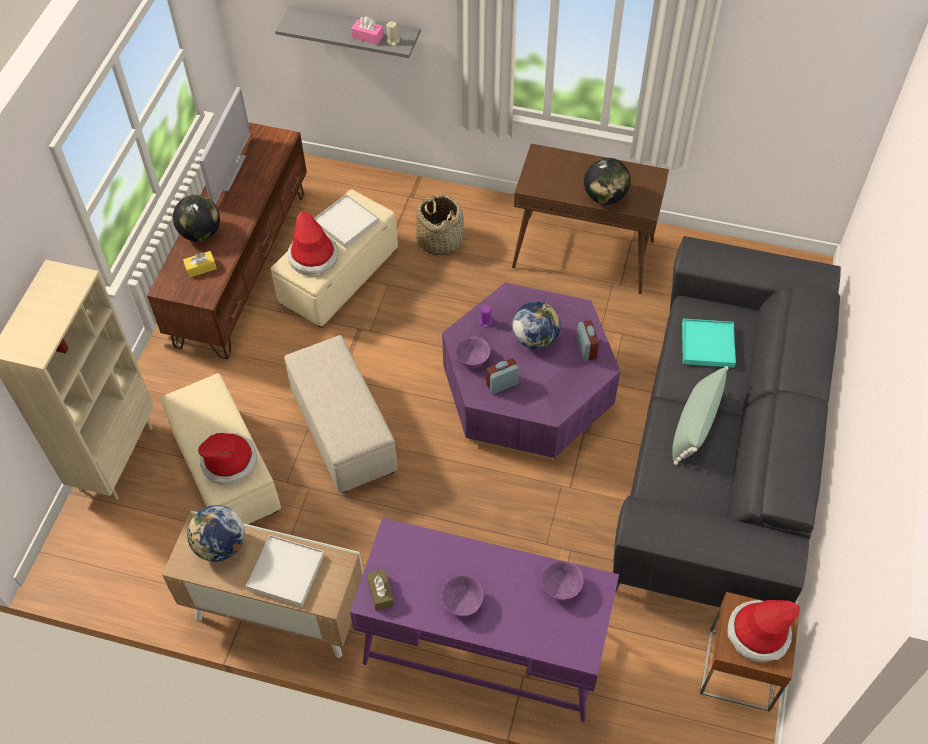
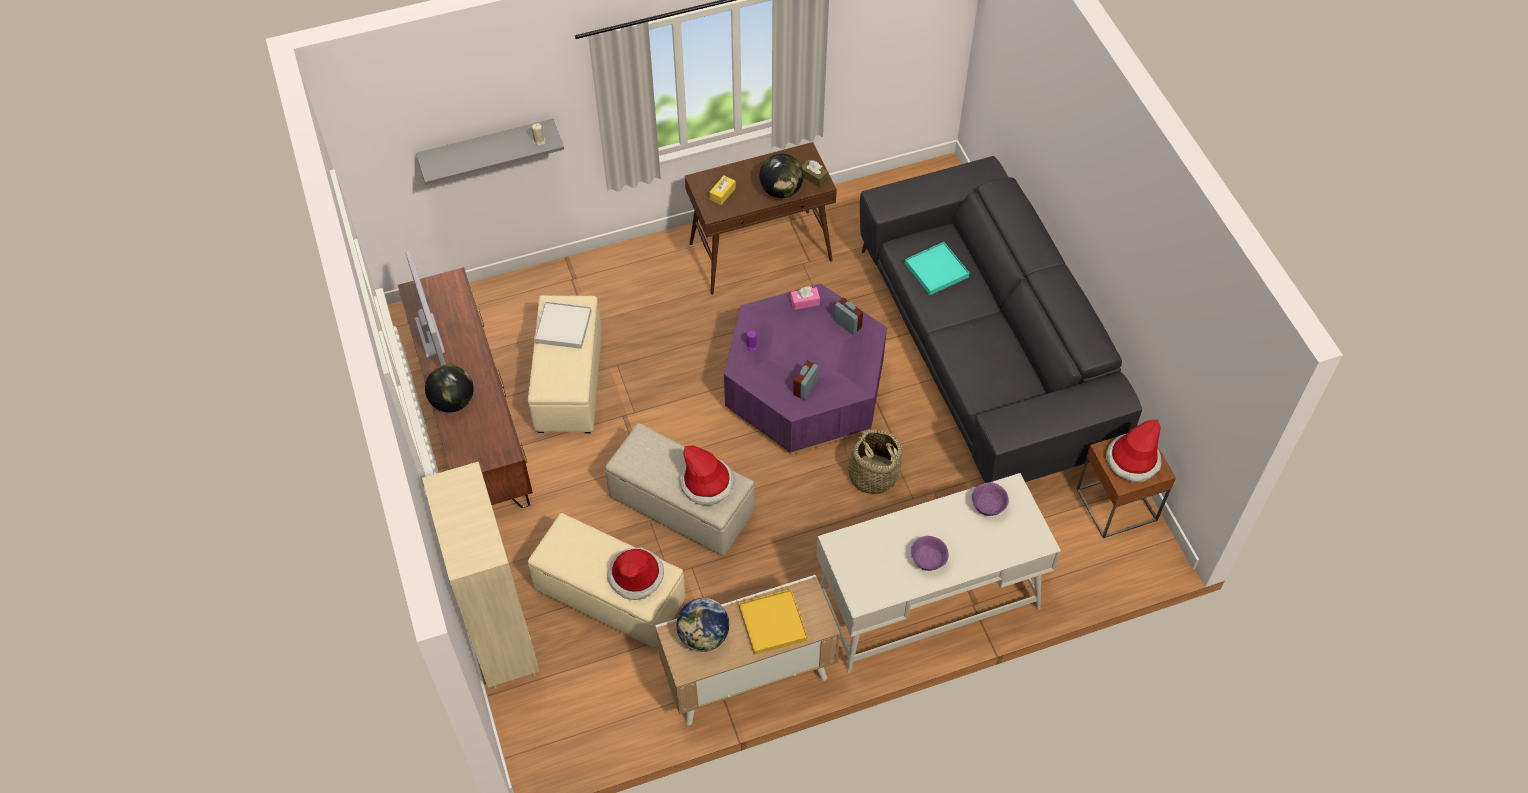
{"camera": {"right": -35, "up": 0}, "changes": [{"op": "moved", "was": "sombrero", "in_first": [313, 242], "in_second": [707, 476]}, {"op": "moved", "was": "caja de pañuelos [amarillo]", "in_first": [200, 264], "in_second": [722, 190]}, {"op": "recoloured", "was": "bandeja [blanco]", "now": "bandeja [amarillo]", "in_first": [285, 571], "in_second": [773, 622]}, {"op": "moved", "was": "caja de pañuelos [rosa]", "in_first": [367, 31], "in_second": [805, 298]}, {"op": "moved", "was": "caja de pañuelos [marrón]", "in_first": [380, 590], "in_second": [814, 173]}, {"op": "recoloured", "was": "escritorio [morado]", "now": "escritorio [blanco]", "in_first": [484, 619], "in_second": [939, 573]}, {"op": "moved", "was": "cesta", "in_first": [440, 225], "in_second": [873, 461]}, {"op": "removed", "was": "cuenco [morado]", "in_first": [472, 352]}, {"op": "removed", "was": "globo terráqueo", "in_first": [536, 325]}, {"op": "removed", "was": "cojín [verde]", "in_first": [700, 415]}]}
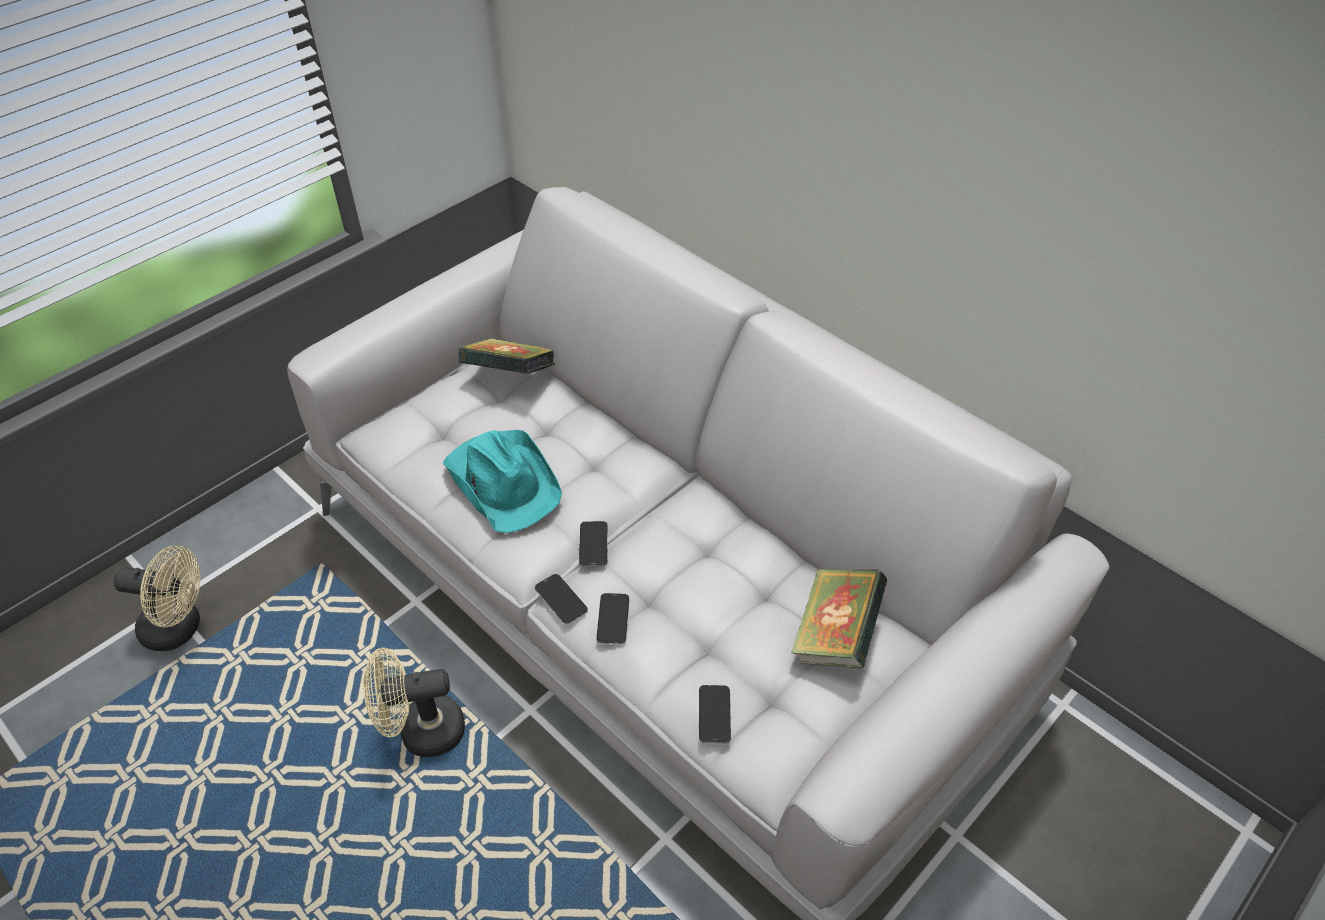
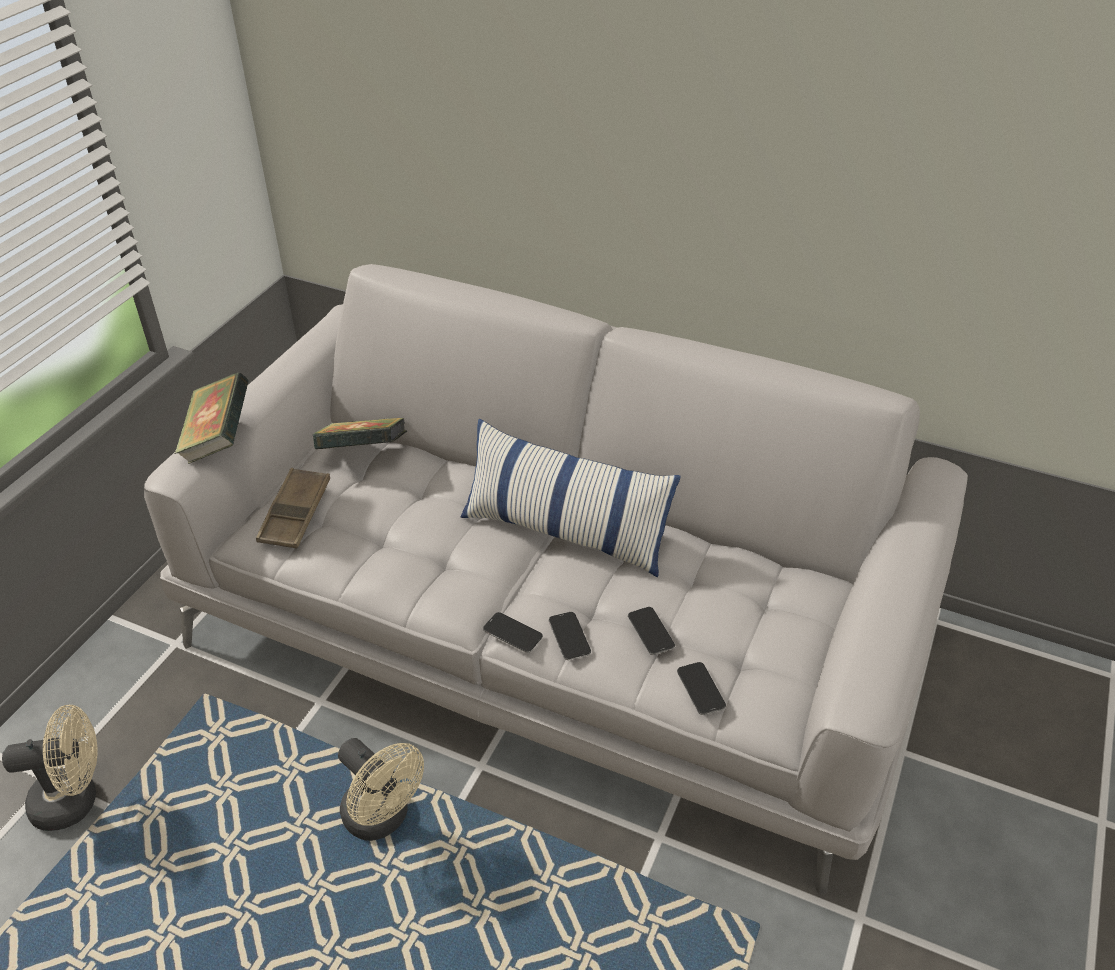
{"camera": {"right": -20, "up": -5}, "changes": [{"op": "moved", "was": "libro", "in_first": [839, 618], "in_second": [211, 418]}, {"op": "added", "now": "bandeja [marrón]", "in_second": [293, 508]}, {"op": "turned", "was": "ventilador [beis]", "in_first": [414, 702], "in_second": [381, 789], "clockwise": -105}, {"op": "added", "now": "cojín", "in_second": [571, 498]}, {"op": "moved", "was": "móvil", "in_first": [593, 544], "in_second": [651, 631]}, {"op": "removed", "was": "sombrero [turquesa]", "in_first": [502, 481]}]}
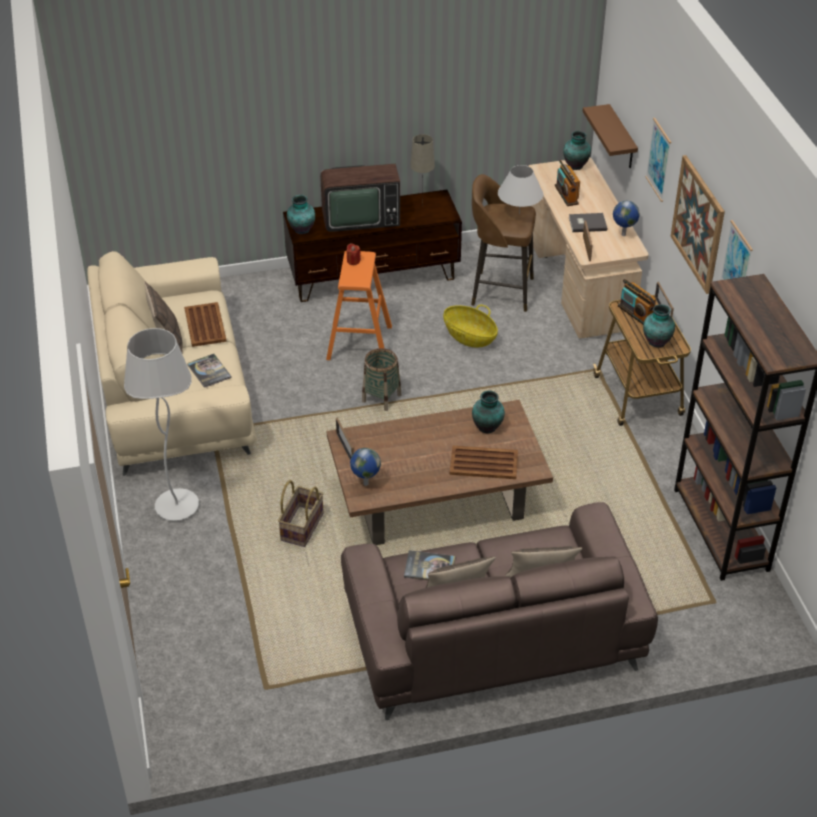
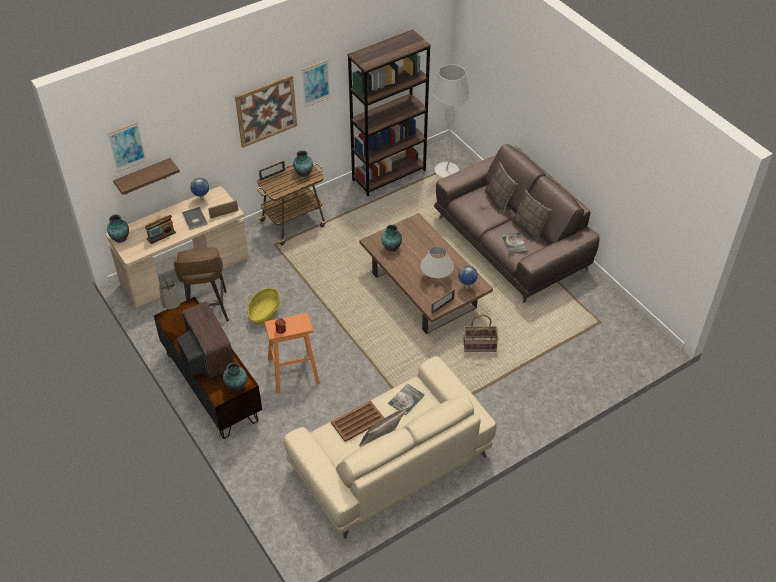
{"camera": {"right": -110, "up": 5}, "changes": [{"op": "moved", "was": "cuadro", "in_first": [658, 160], "in_second": [127, 147]}, {"op": "moved", "was": "lámpara de mesa [blanco]", "in_first": [520, 189], "in_second": [437, 262]}, {"op": "moved", "was": "lámpara de pie [blanco]", "in_first": [161, 424], "in_second": [451, 121]}, {"op": "removed", "was": "cesta", "in_first": [381, 379]}, {"op": "removed", "was": "bandeja [marrón]", "in_first": [484, 462]}, {"op": "removed", "was": "radio", "in_first": [637, 301]}]}
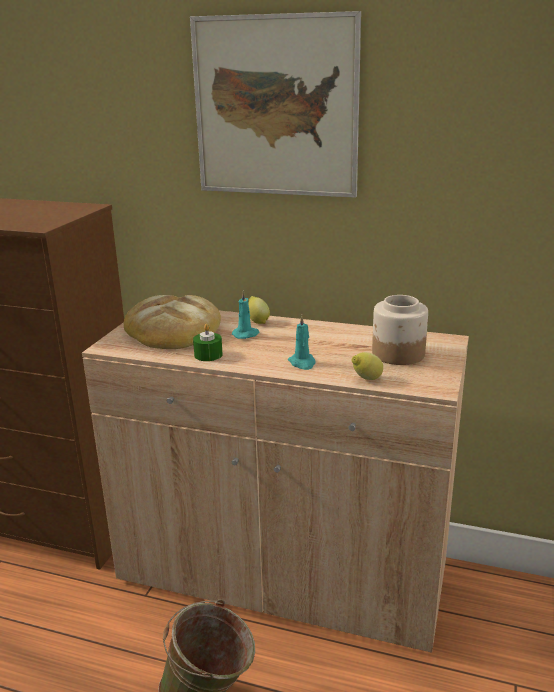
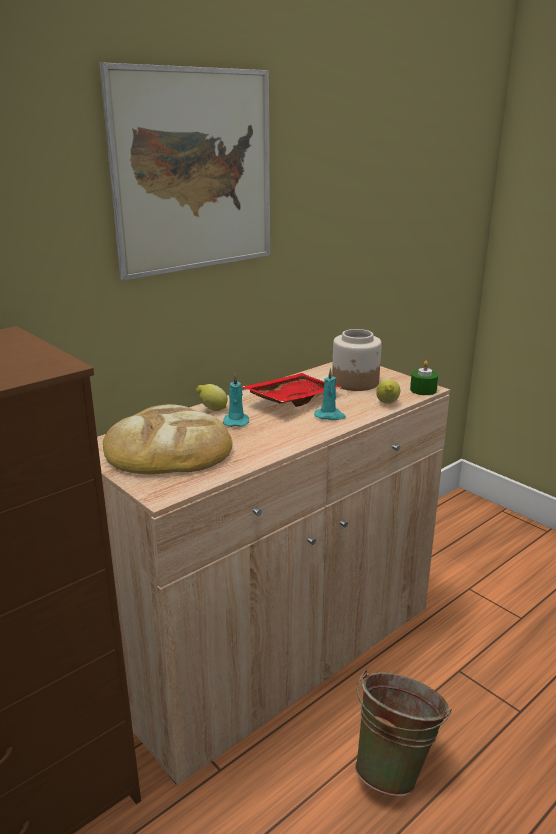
{"camera": {"right": -60, "up": 0}, "changes": [{"op": "added", "now": "bandeja [rojo]", "in_second": [291, 390]}, {"op": "moved", "was": "vela [verde]", "in_first": [208, 342], "in_second": [424, 378]}]}
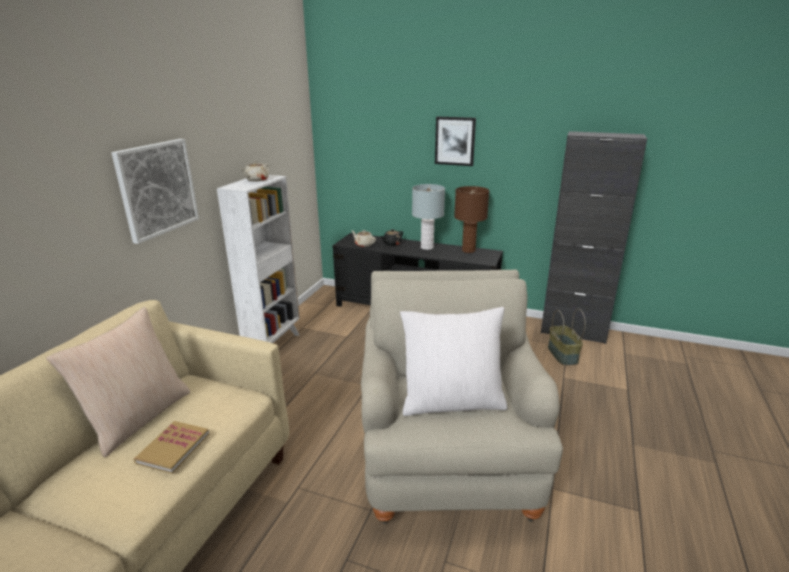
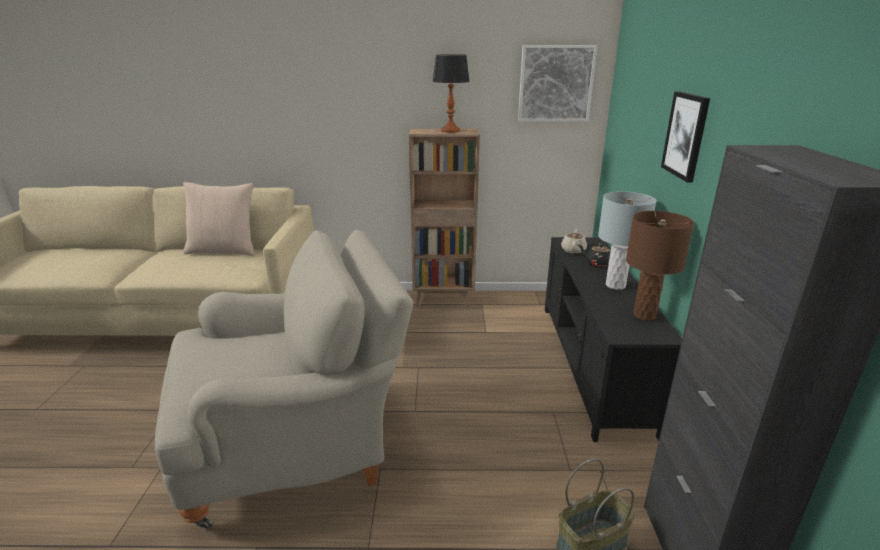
{"camera": {"right": 70, "up": 0}, "changes": [{"op": "recoloured", "was": "estantería [blanco]", "now": "estantería [marrón]", "in_first": [258, 259], "in_second": [444, 218]}, {"op": "replaced", "was": "tetera [beis]", "now": "lámpara de mesa", "in_first": [255, 171], "in_second": [451, 93]}, {"op": "moved", "was": "cuadro", "in_first": [155, 191], "in_second": [557, 83]}, {"op": "removed", "was": "libro", "in_first": [171, 447]}, {"op": "removed", "was": "cojín [blanco]", "in_first": [454, 361]}]}
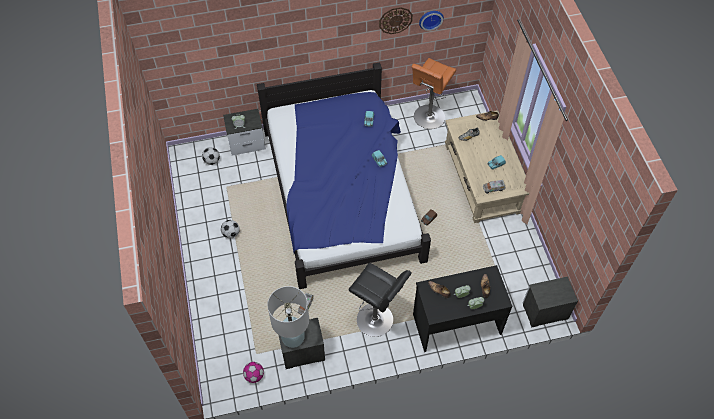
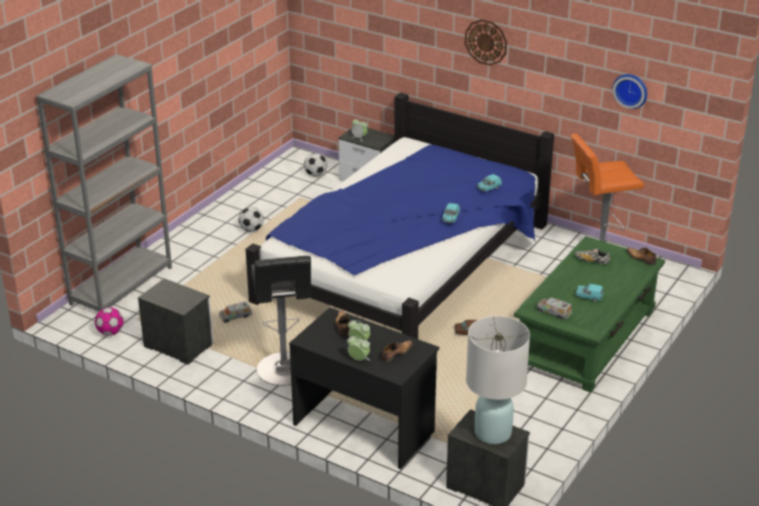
{"camera": {"right": 45, "up": -25}, "changes": [{"op": "added", "now": "estantería [gris]", "in_second": [104, 183]}, {"op": "moved", "was": "reloj de pared", "in_first": [396, 20], "in_second": [486, 42]}, {"op": "moved", "was": "lámpara de mesa [blanco]", "in_first": [288, 317], "in_second": [498, 380]}, {"op": "recoloured", "was": "mesa de centro [beis]", "now": "mesa de centro [verde]", "in_first": [487, 166], "in_second": [589, 314]}]}
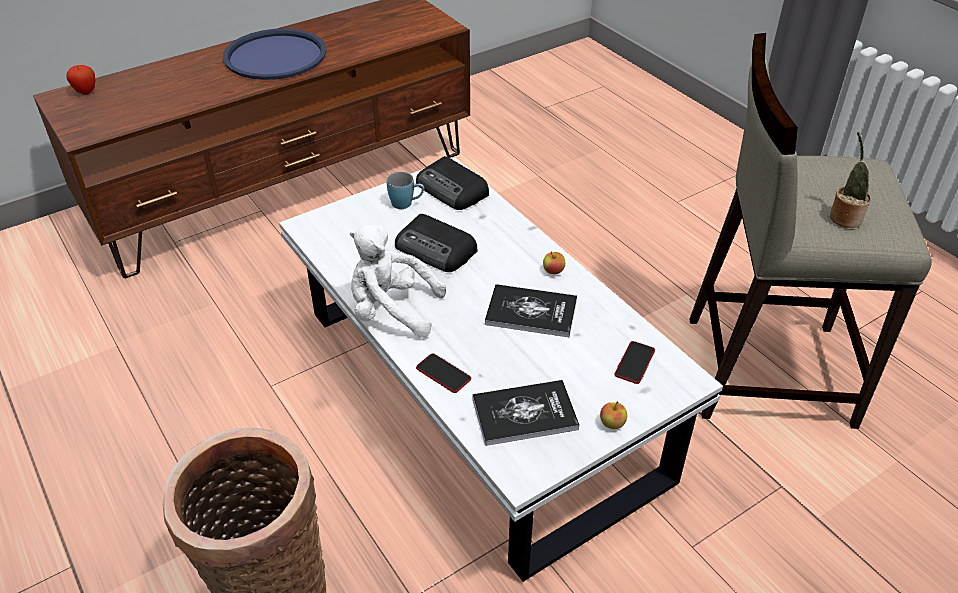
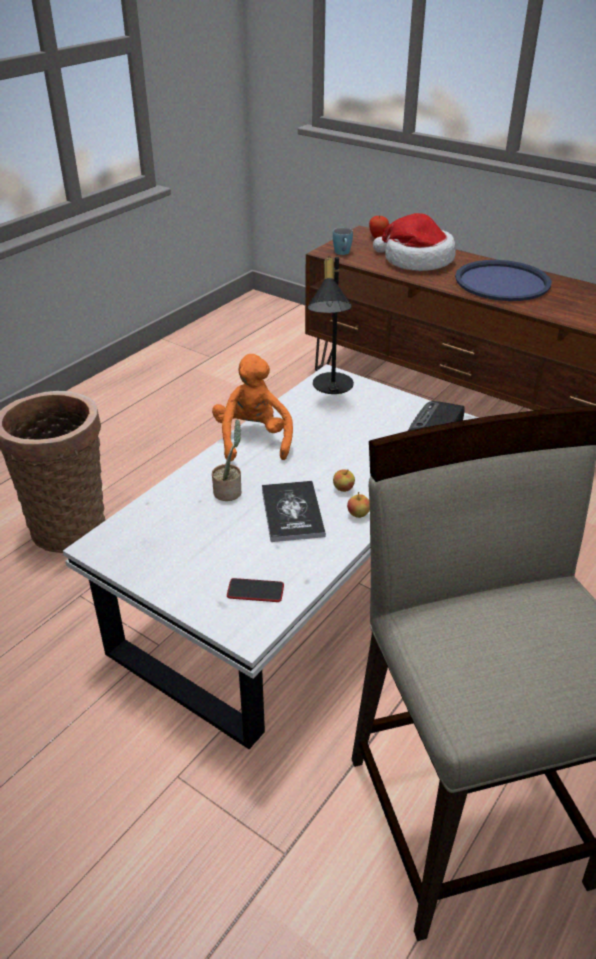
{"camera": {"right": 70, "up": -5}, "changes": [{"op": "recoloured", "was": "peluche [blanco]", "now": "peluche [naranja]", "in_first": [398, 281], "in_second": [252, 407]}, {"op": "moved", "was": "planta en maceta", "in_first": [850, 180], "in_second": [226, 460]}, {"op": "added", "now": "lámpara de mesa [negro]", "in_second": [330, 325]}, {"op": "moved", "was": "taza grande [azul]", "in_first": [405, 190], "in_second": [343, 241]}, {"op": "moved", "was": "manzana", "in_first": [613, 415], "in_second": [344, 480]}, {"op": "added", "now": "sombrero", "in_second": [414, 242]}, {"op": "removed", "was": "radio", "in_first": [436, 243]}, {"op": "removed", "was": "móvil", "in_first": [443, 373]}, {"op": "removed", "was": "libro", "in_first": [526, 413]}]}
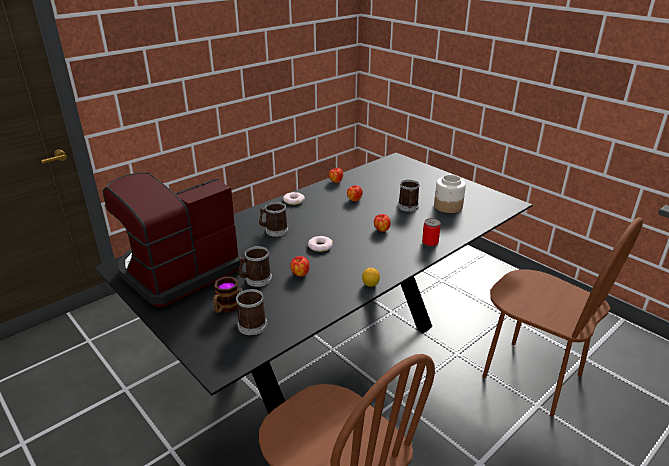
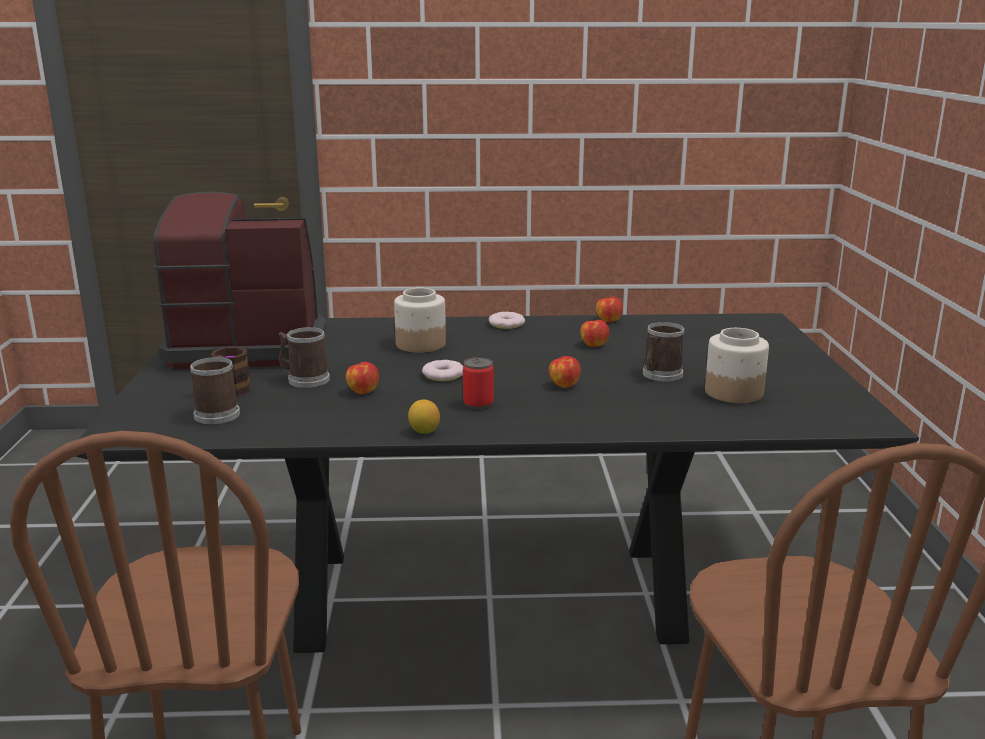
{"camera": {"right": 40, "up": -10}, "changes": [{"op": "replaced", "was": "taza grande", "now": "tarro", "in_first": [273, 219], "in_second": [420, 320]}, {"op": "moved", "was": "lata", "in_first": [431, 232], "in_second": [478, 383]}]}
